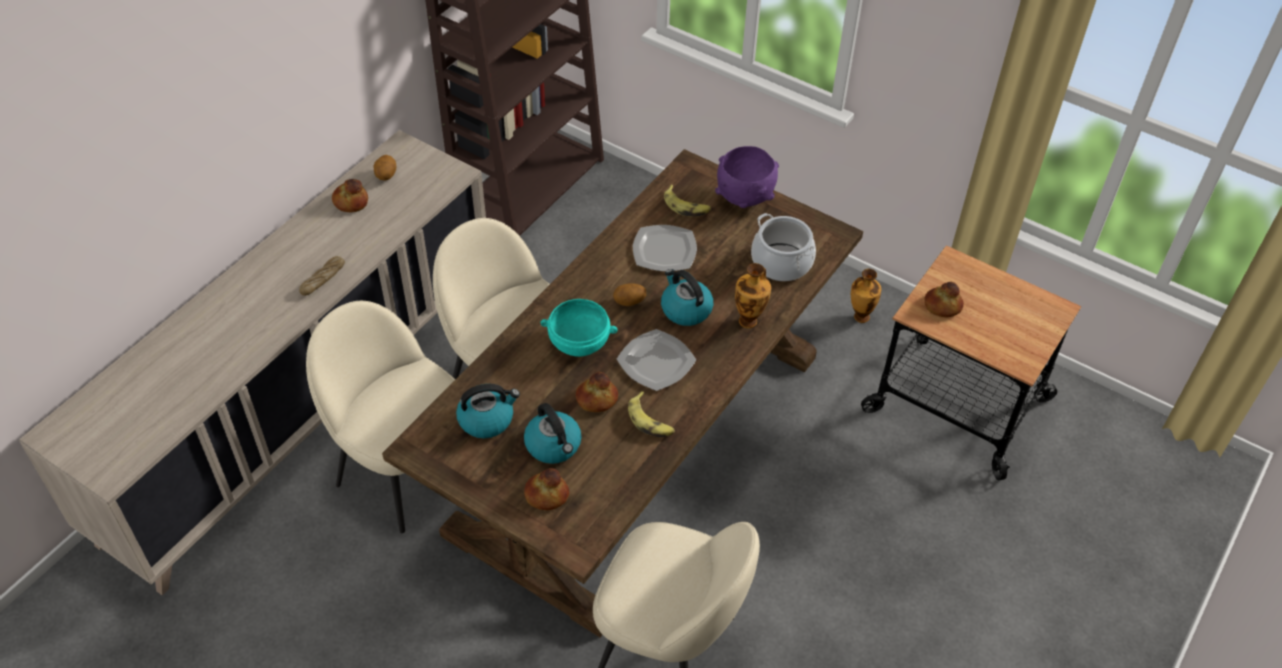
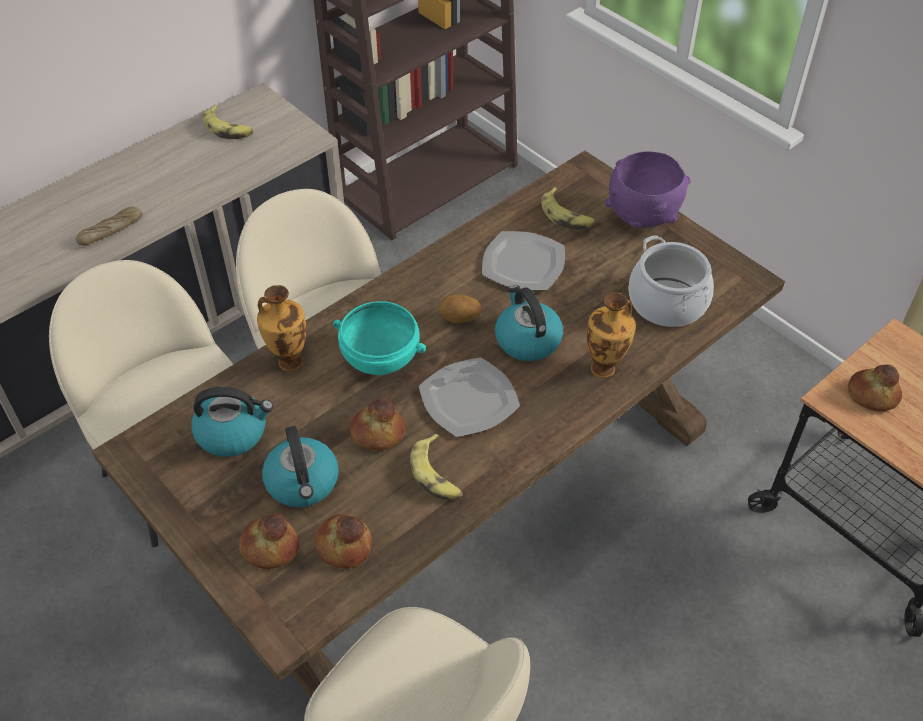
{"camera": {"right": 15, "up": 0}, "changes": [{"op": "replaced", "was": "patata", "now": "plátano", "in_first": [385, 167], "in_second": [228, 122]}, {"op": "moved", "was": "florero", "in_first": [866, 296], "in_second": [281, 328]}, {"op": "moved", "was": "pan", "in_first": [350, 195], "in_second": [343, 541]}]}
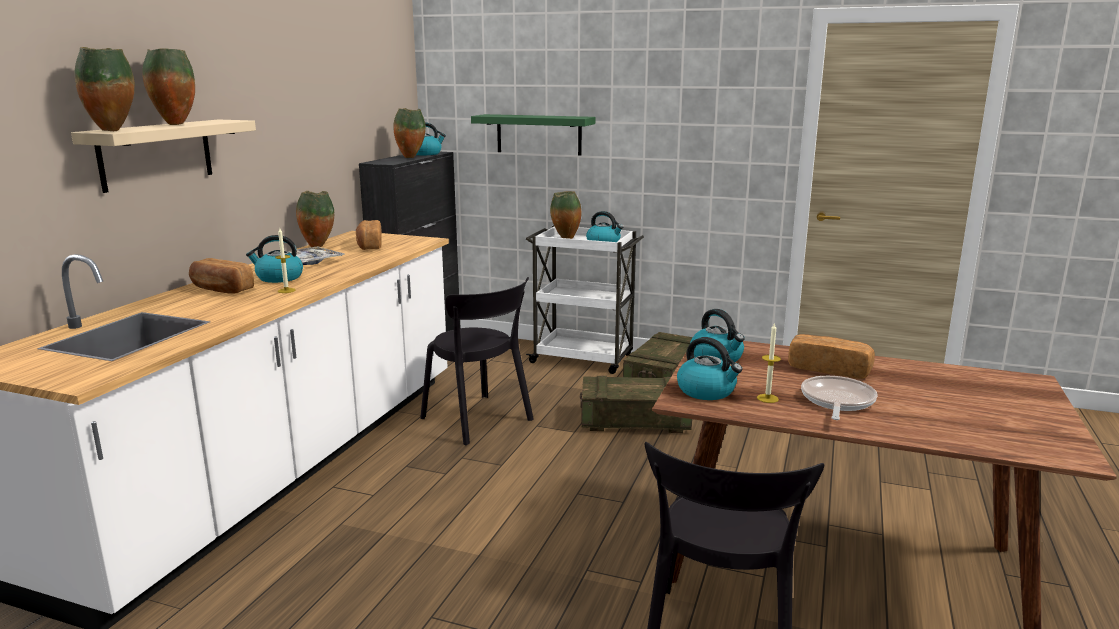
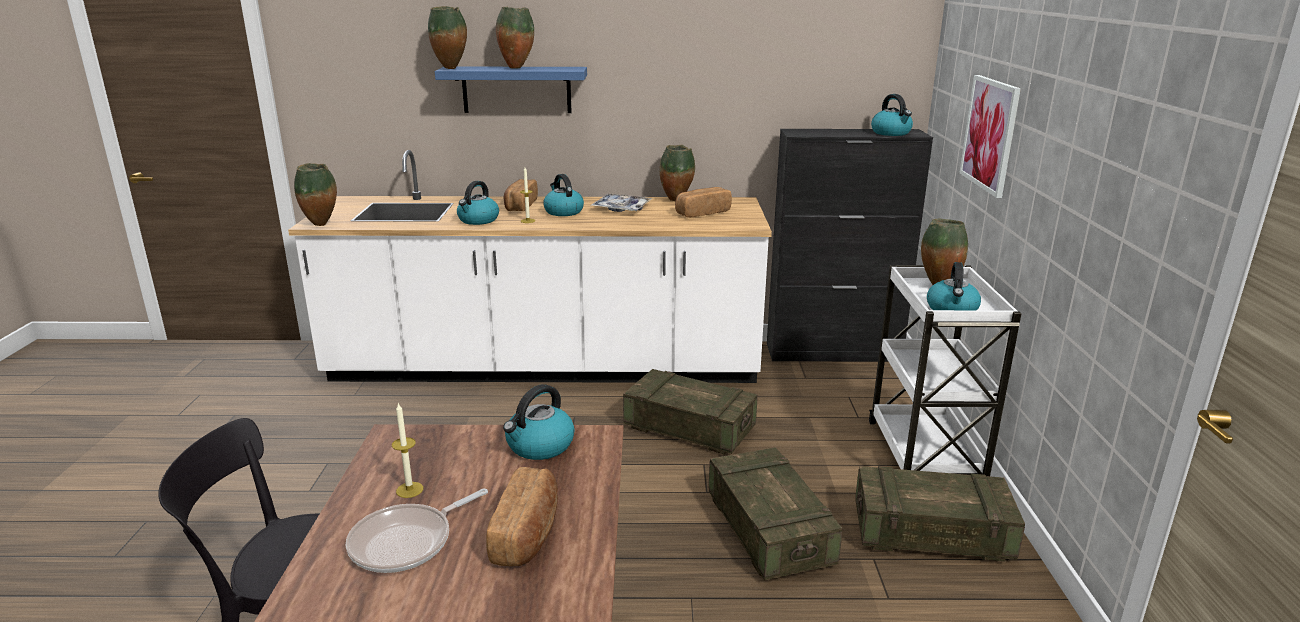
{"camera": {"right": 70, "up": 5}, "changes": [{"op": "moved", "was": "florero", "in_first": [409, 133], "in_second": [315, 194]}, {"op": "turned", "was": "sartén", "in_first": [839, 398], "in_second": [417, 530], "clockwise": 135}, {"op": "recoloured", "was": "estante [beis]", "now": "estante [azul]", "in_first": [163, 156], "in_second": [511, 89]}, {"op": "moved", "was": "hervidor", "in_first": [709, 368], "in_second": [478, 203]}, {"op": "replaced", "was": "silla [negro]", "now": "caja de embalaje", "in_first": [477, 361], "in_second": [690, 412]}, {"op": "replaced", "was": "estante [verde]", "now": "cuadro", "in_first": [533, 135], "in_second": [990, 136]}]}
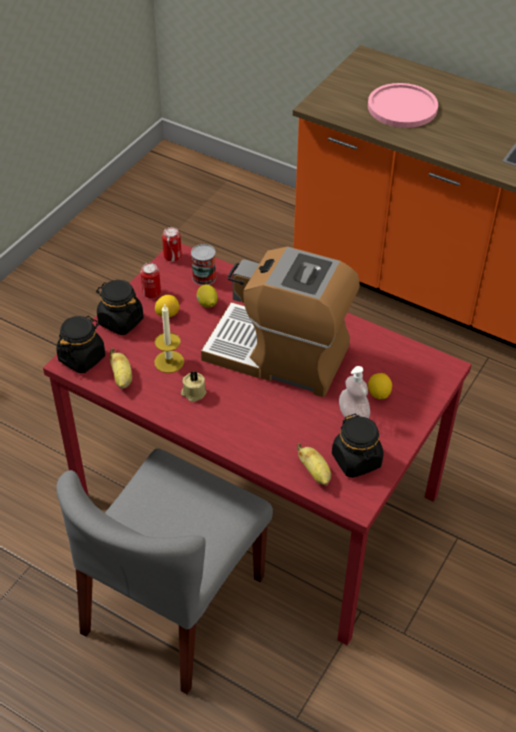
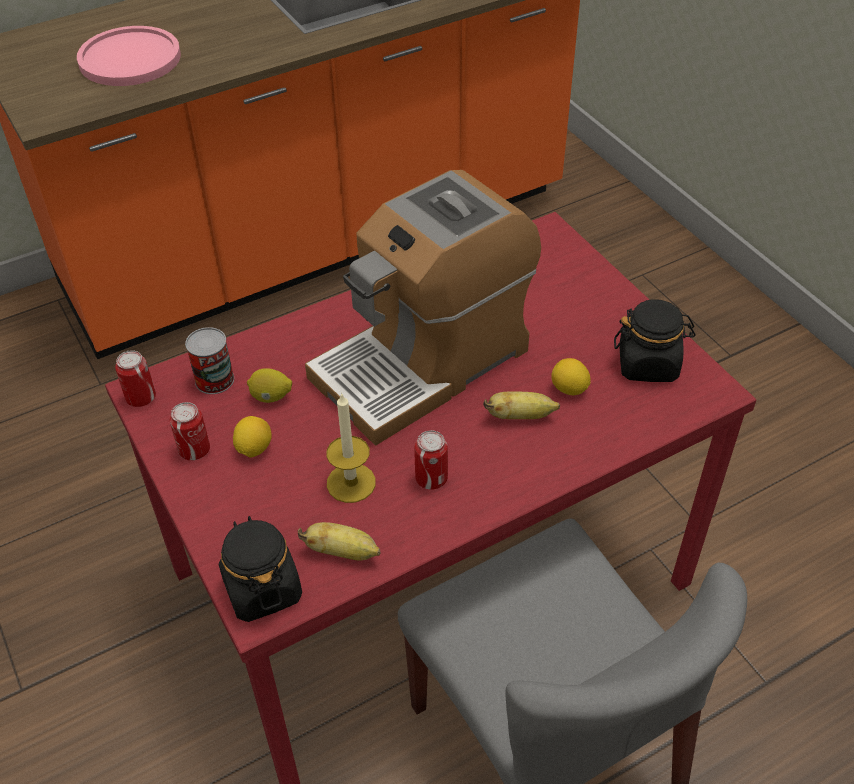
{"camera": {"right": -60, "up": 0}, "changes": [{"op": "replaced", "was": "vela [beis]", "now": "lata", "in_first": [194, 387], "in_second": [431, 460]}, {"op": "moved", "was": "plátano", "in_first": [314, 464], "in_second": [521, 405]}, {"op": "moved", "was": "limón", "in_first": [380, 386], "in_second": [571, 376]}, {"op": "removed", "was": "tarro [negro]", "in_first": [120, 307]}, {"op": "removed", "was": "dispensador de jabón", "in_first": [354, 392]}]}
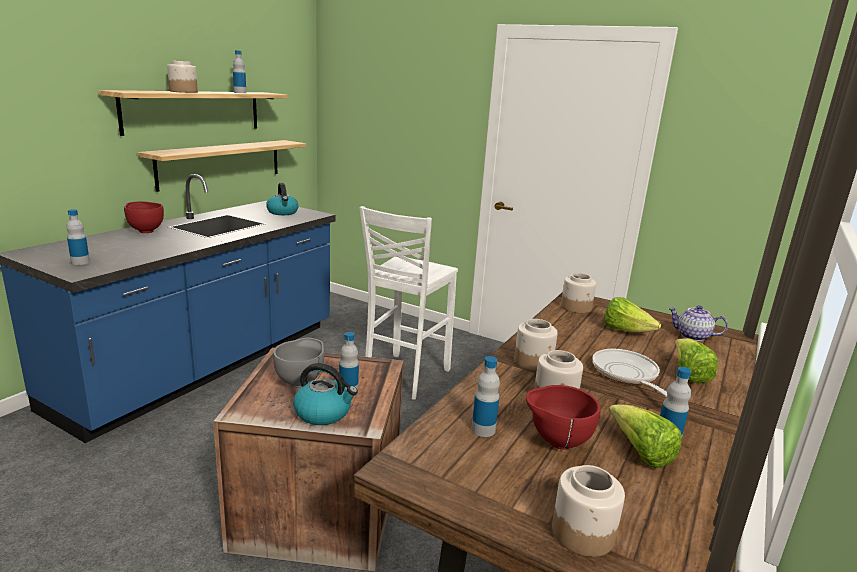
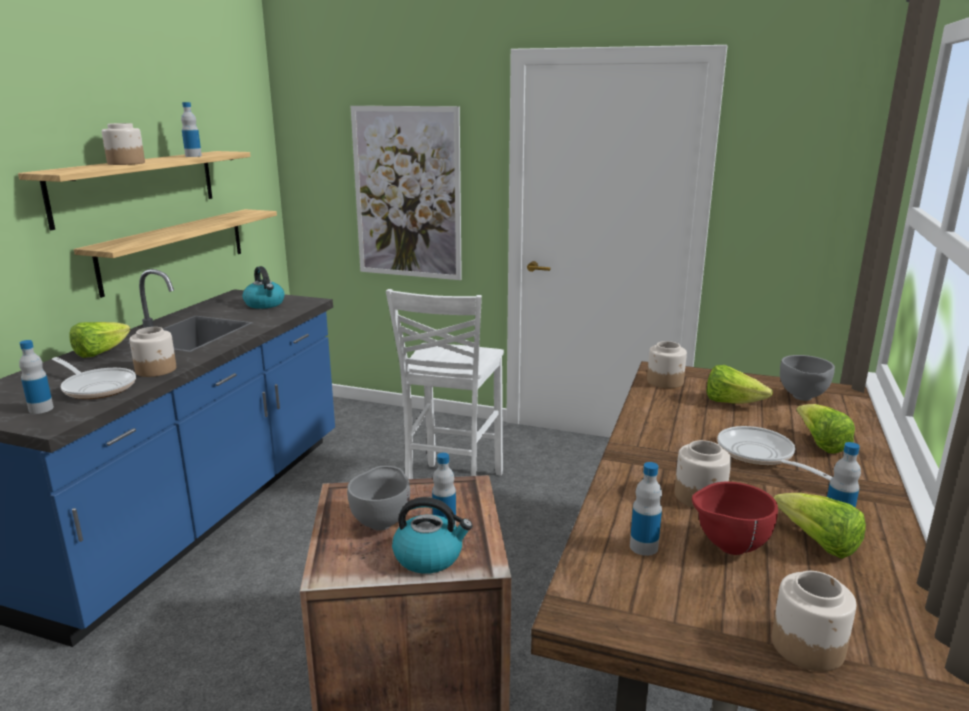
{"camera": {"right": -10, "up": 0}, "changes": [{"op": "added", "now": "sartén", "in_second": [94, 378]}, {"op": "replaced", "was": "cuenco [rojo]", "now": "lechuga", "in_first": [144, 217], "in_second": [99, 340]}, {"op": "moved", "was": "tarro", "in_first": [536, 345], "in_second": [152, 352]}, {"op": "added", "now": "cuadro", "in_second": [406, 193]}, {"op": "replaced", "was": "tetera", "now": "cuenco [gris]", "in_first": [698, 323], "in_second": [807, 378]}]}
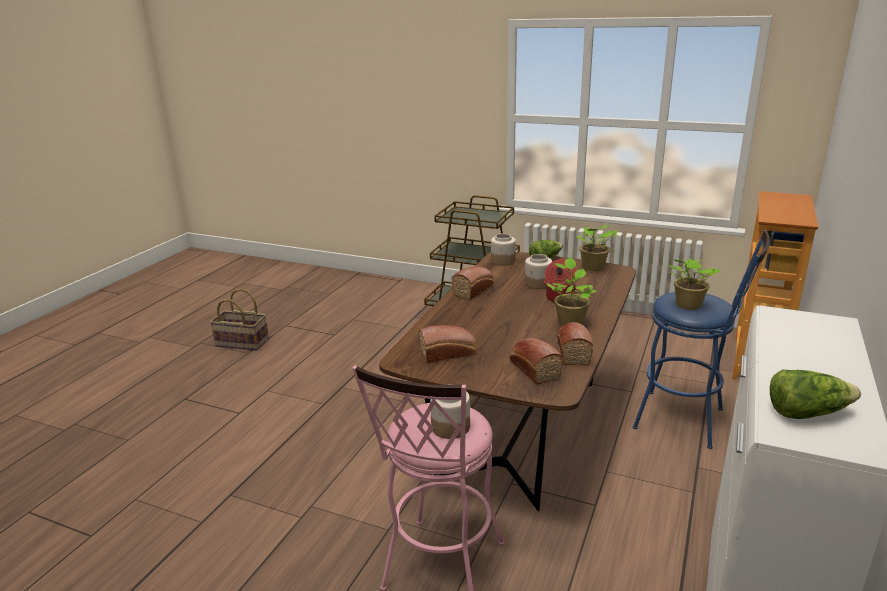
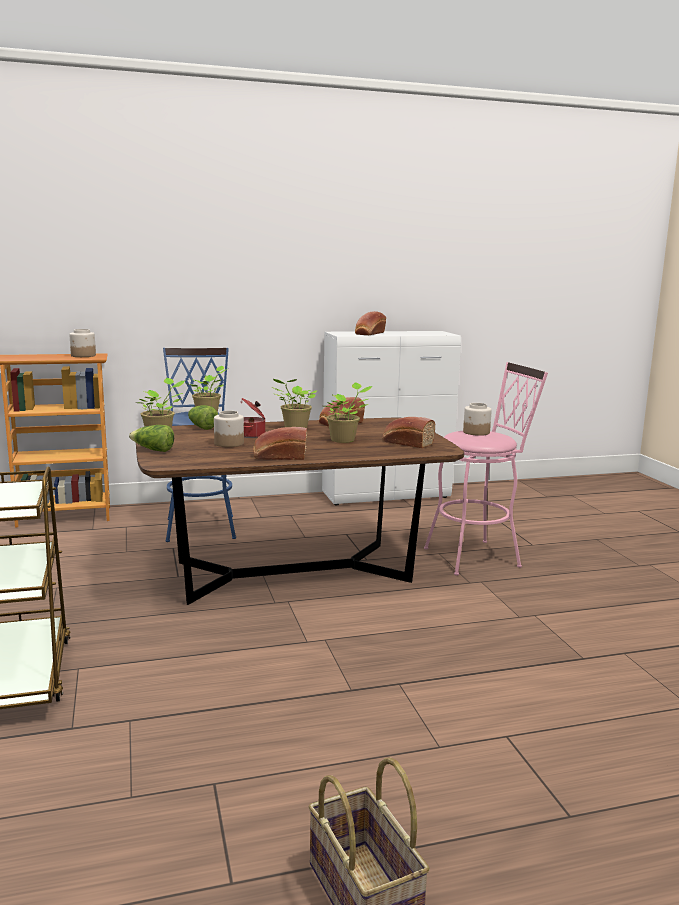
{"camera": {"right": -130, "up": -10}, "changes": [{"op": "moved", "was": "tarro", "in_first": [503, 249], "in_second": [83, 343]}, {"op": "moved", "was": "lechuga", "in_first": [815, 394], "in_second": [203, 417]}, {"op": "added", "now": "planta en maceta", "in_second": [349, 412]}, {"op": "moved", "was": "pan", "in_first": [536, 361], "in_second": [370, 323]}]}
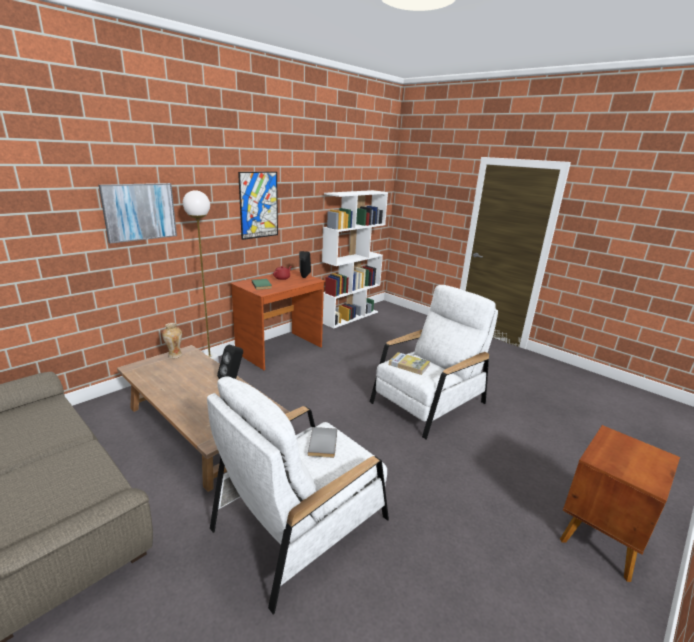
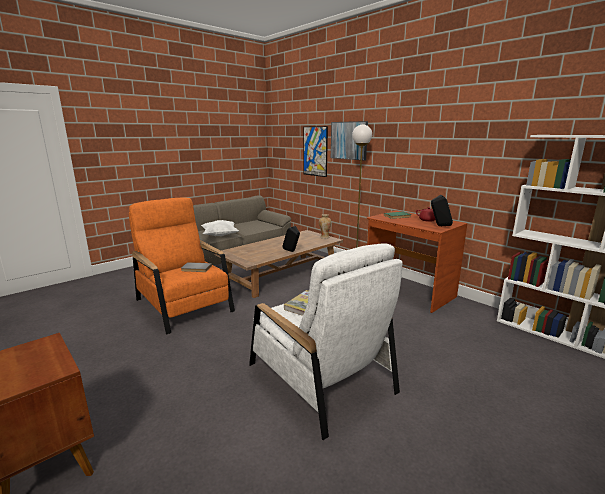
{"camera": {"right": 95, "up": -5}, "changes": [{"op": "recoloured", "was": "sillón [blanco]", "now": "sillón [naranja]", "in_first": [298, 495], "in_second": [182, 266]}, {"op": "added", "now": "cojín [blanco]", "in_second": [220, 228]}, {"op": "moved", "was": "cuadro", "in_first": [258, 206], "in_second": [315, 151]}]}
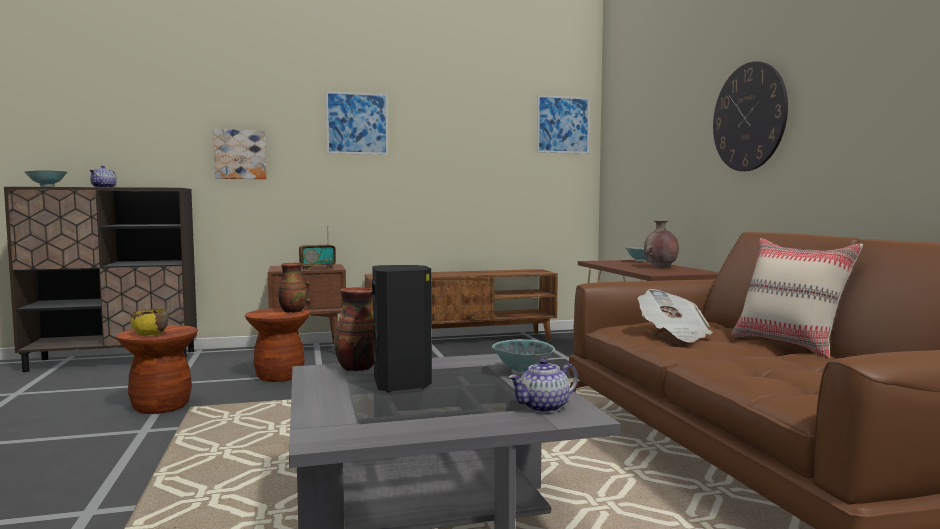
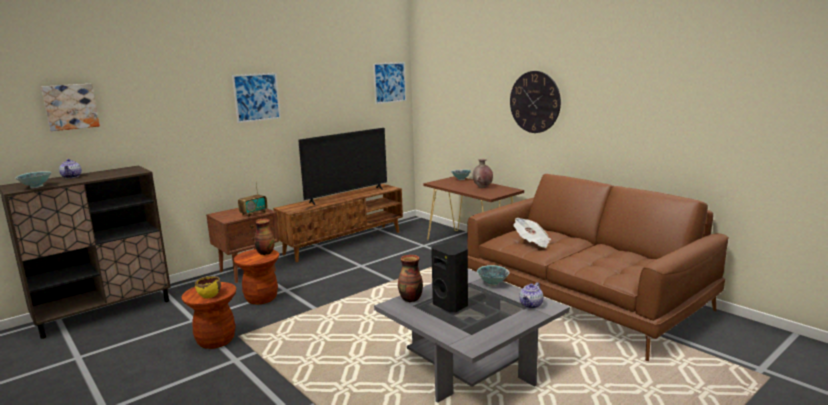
{"camera": {"right": -25, "up": 10}, "changes": [{"op": "moved", "was": "cuadro", "in_first": [240, 154], "in_second": [70, 107]}, {"op": "added", "now": "televisor", "in_second": [342, 166]}, {"op": "removed", "was": "cojín [beis]", "in_first": [797, 298]}]}
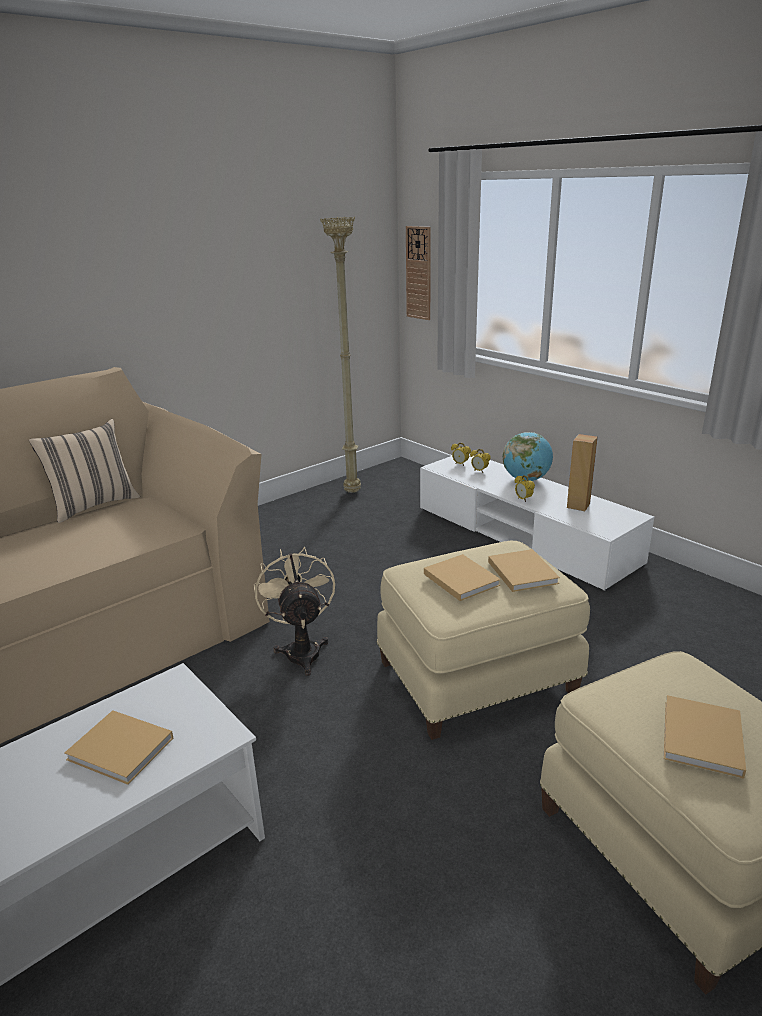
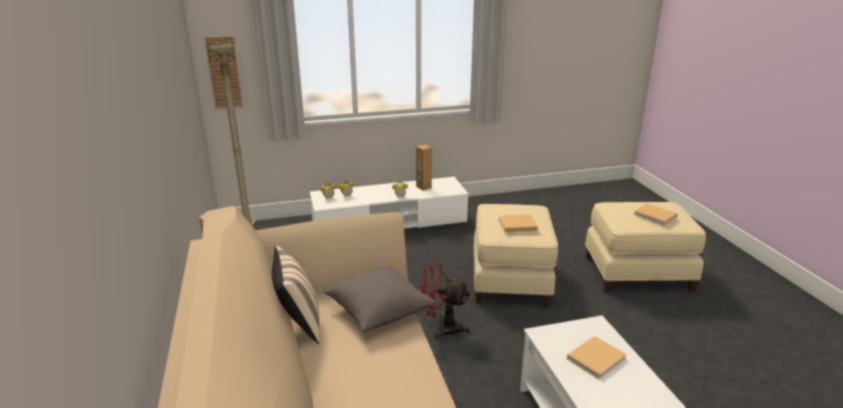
{"camera": {"right": -65, "up": 0}, "changes": [{"op": "added", "now": "cojín [gris]", "in_second": [380, 299]}, {"op": "recoloured", "was": "ventilador [beis]", "now": "ventilador [rojo]", "in_first": [294, 611], "in_second": [445, 301]}, {"op": "removed", "was": "libro [beis]", "in_first": [524, 570]}, {"op": "removed", "was": "globo terráqueo", "in_first": [528, 456]}]}
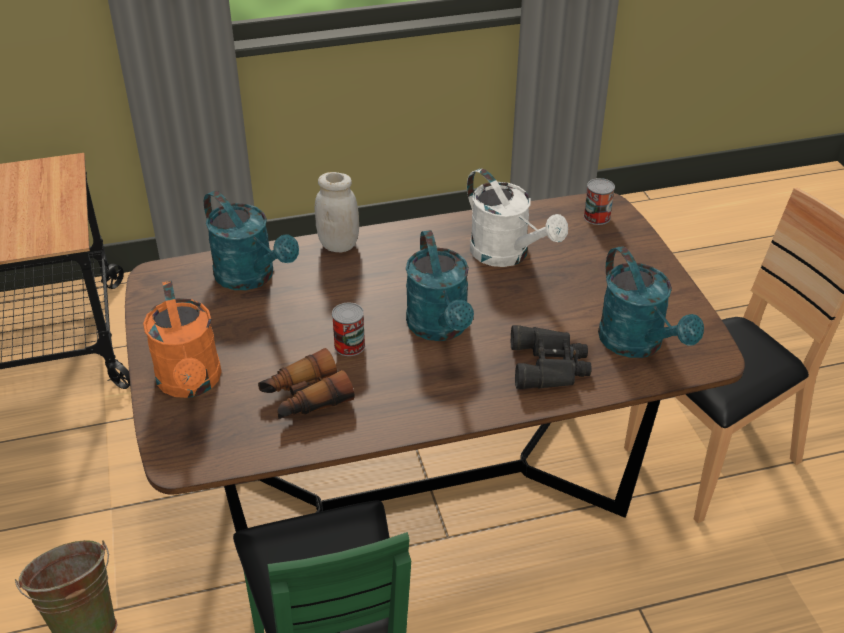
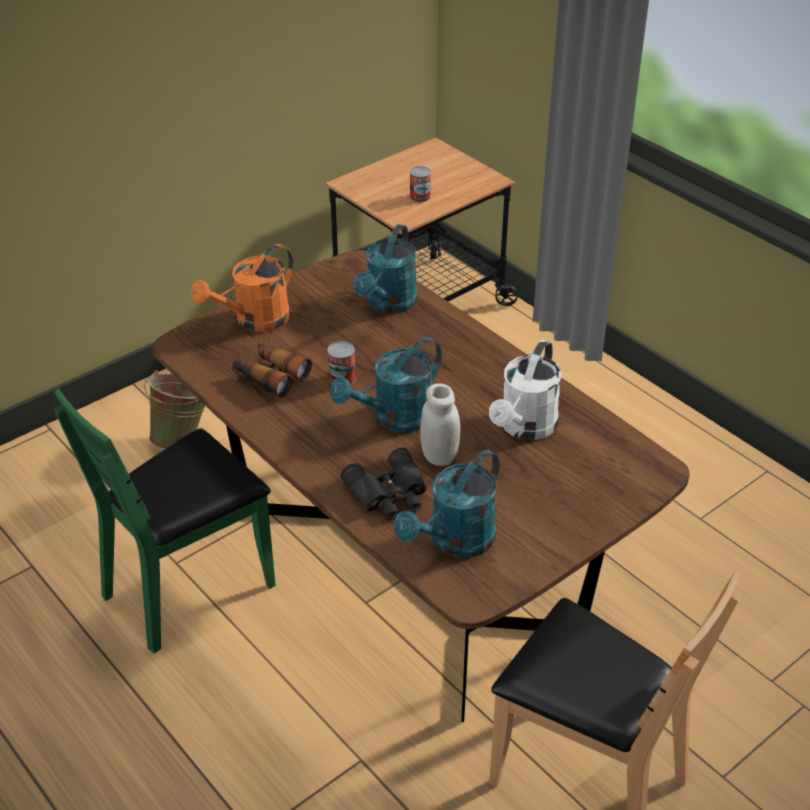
{"camera": {"right": 65, "up": 0}, "changes": [{"op": "moved", "was": "lata", "in_first": [599, 201], "in_second": [420, 184]}, {"op": "moved", "was": "tarro [blanco]", "in_first": [337, 212], "in_second": [440, 424]}]}
